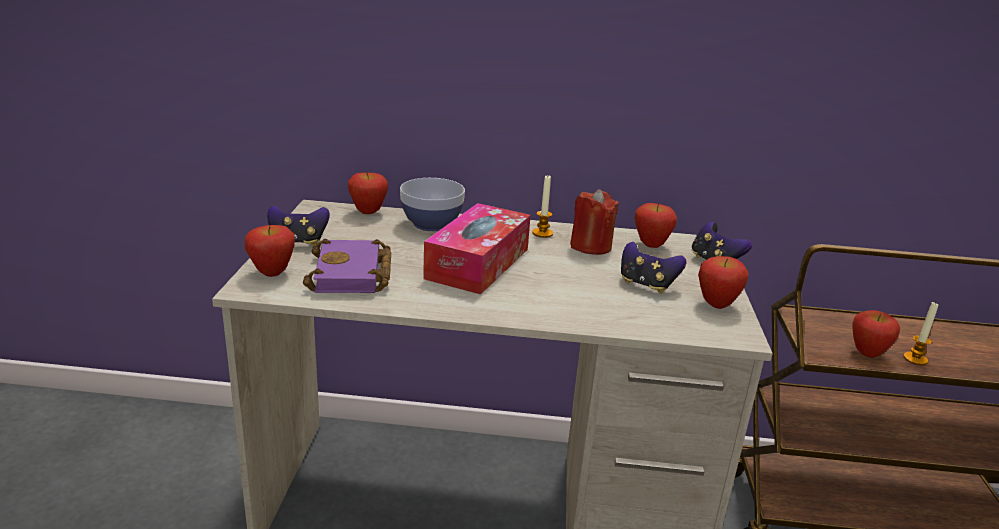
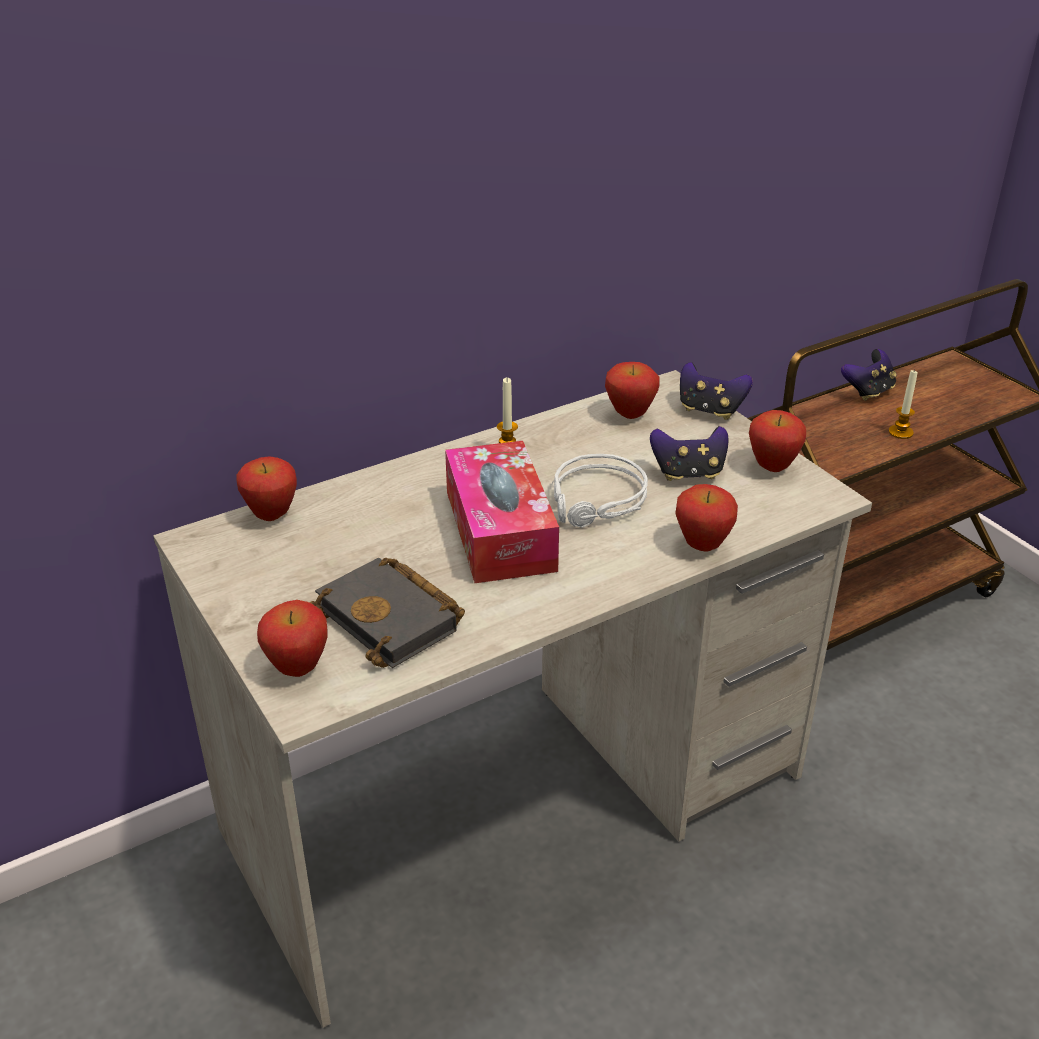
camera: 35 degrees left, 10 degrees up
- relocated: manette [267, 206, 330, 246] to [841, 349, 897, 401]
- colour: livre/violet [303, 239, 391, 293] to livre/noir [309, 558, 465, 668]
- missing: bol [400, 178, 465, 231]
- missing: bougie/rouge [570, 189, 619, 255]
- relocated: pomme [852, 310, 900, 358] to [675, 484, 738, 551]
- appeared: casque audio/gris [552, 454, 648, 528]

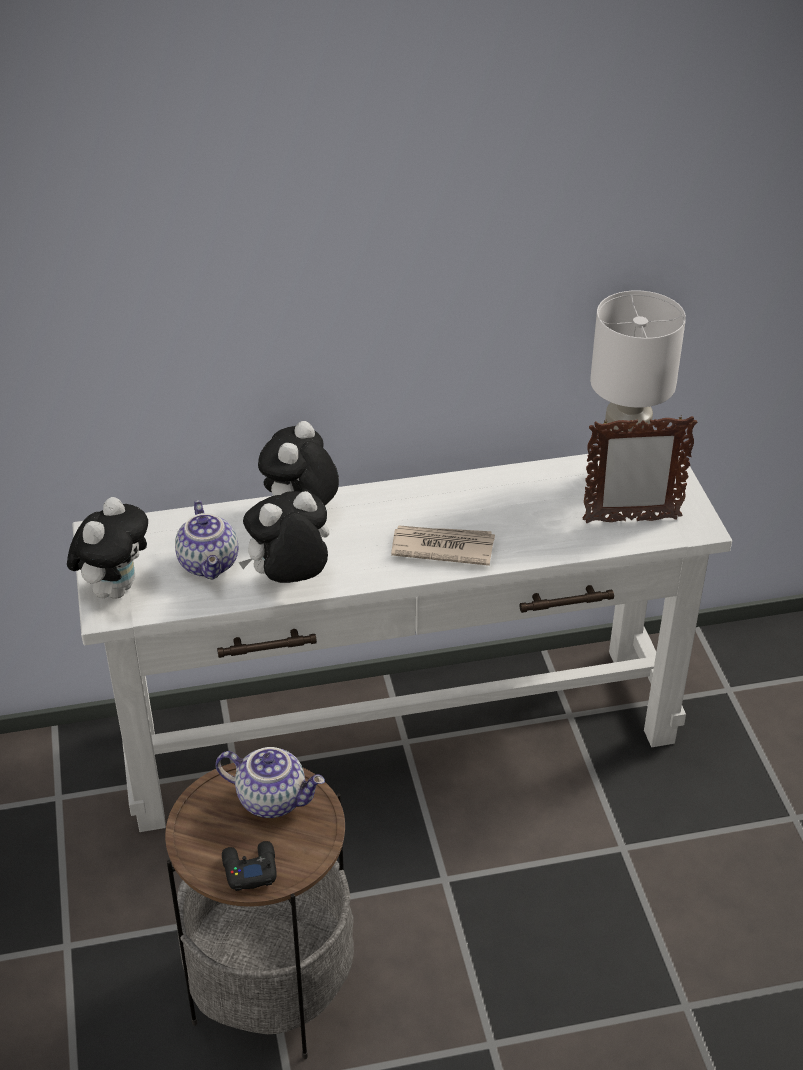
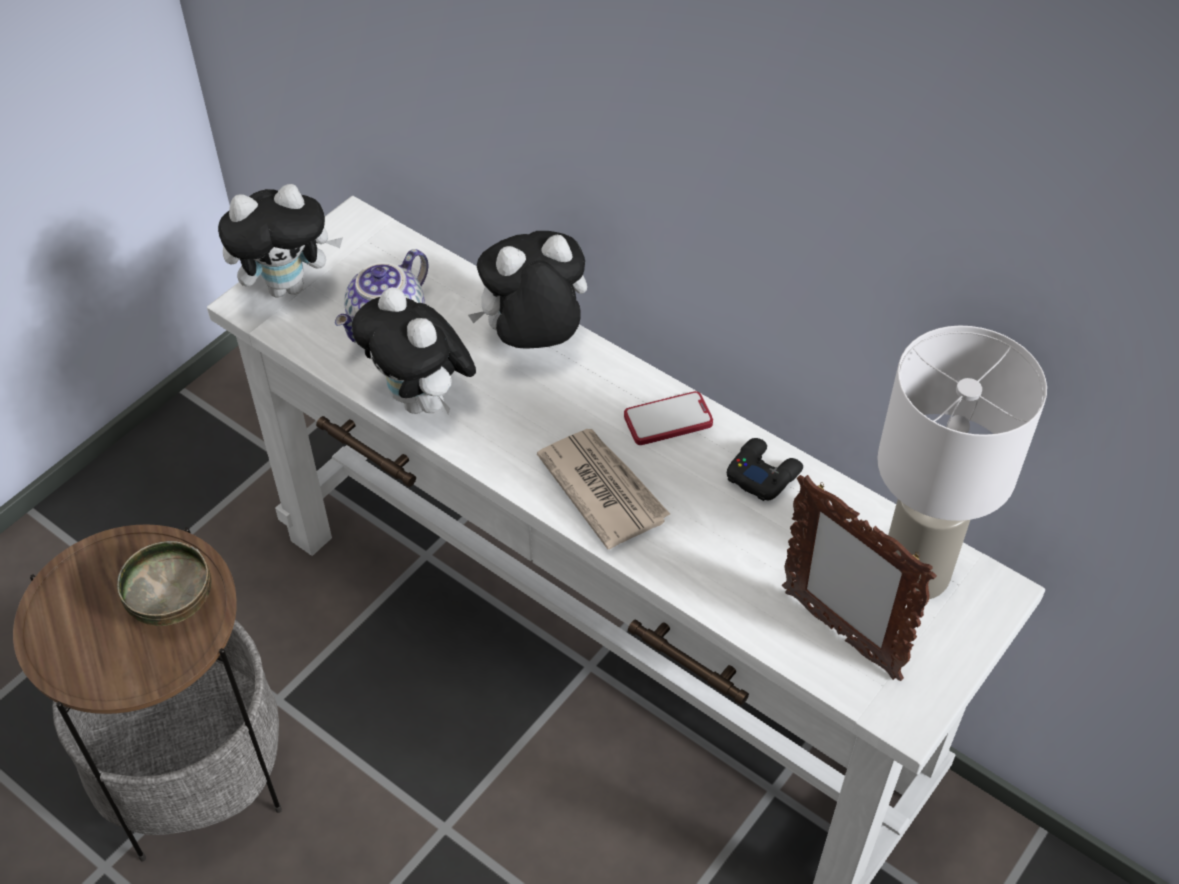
camera: 50 degrees right, 10 degrees up
- exchanged: théière [216, 747, 325, 818] to bol [117, 541, 212, 626]
- relocated: manette/noir [222, 841, 276, 891] to [727, 438, 803, 501]
- spun: peluche [239, 491, 329, 583] = [352, 287, 476, 414] 150 degrees counterclockwise
- appeared: téléphone [624, 391, 713, 445]

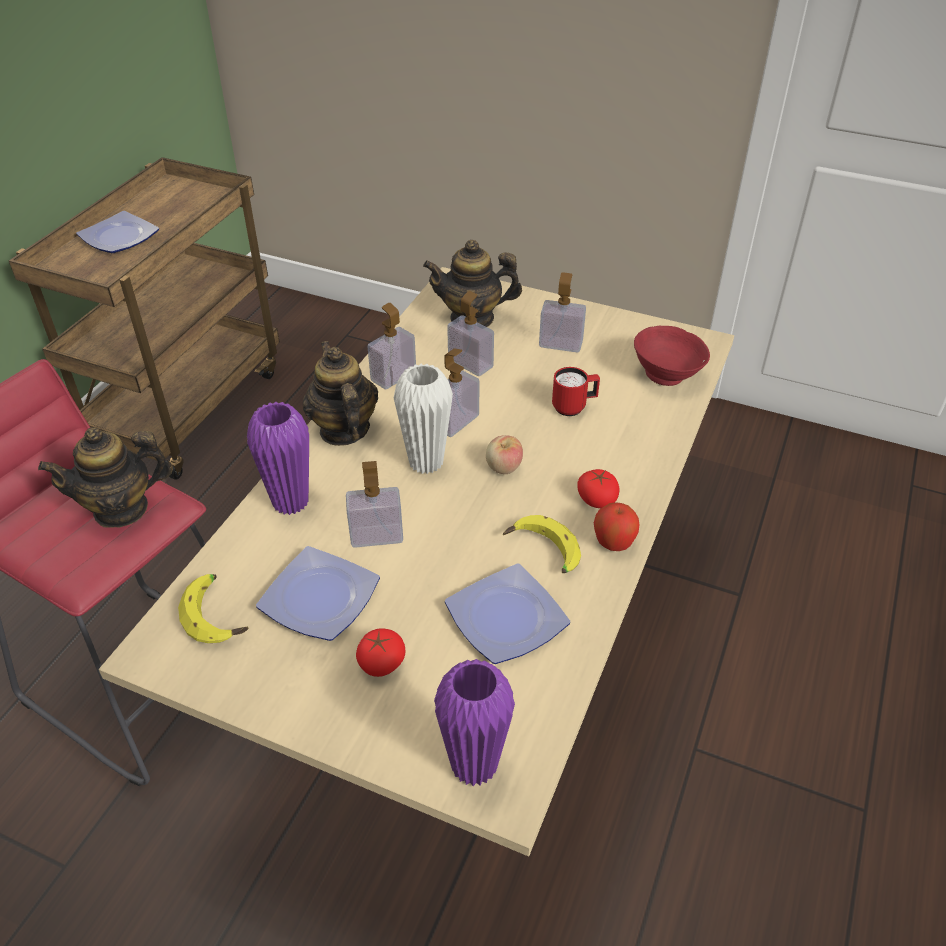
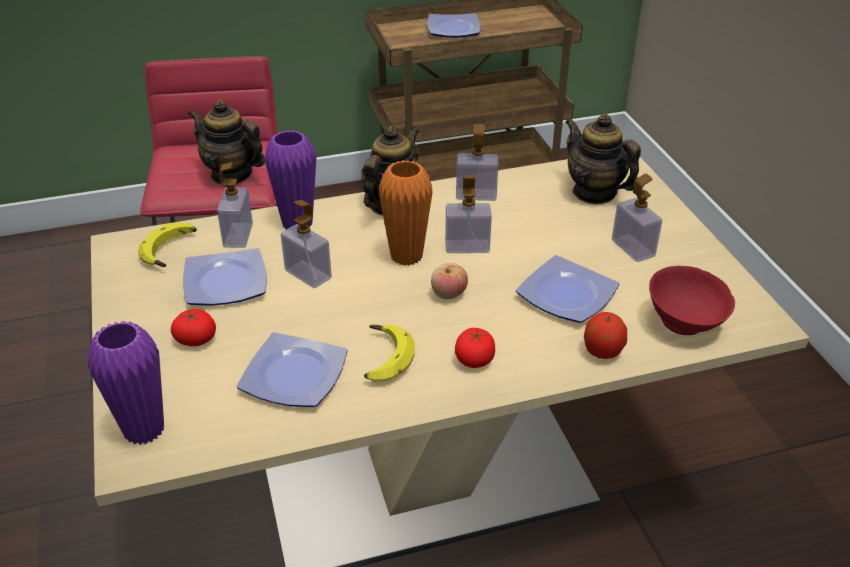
camera: 50 degrees right, 5 degrees down
- colour: vase/blanc [394, 364, 453, 474] to vase/orange [379, 160, 433, 266]
- relocated: distributeur de savon [447, 291, 494, 376] to [217, 162, 253, 248]
- exchanged: mug/rouge [552, 367, 600, 416] to assiette [516, 255, 620, 323]
- relocated: pomme [594, 502, 639, 551] to [584, 312, 627, 359]

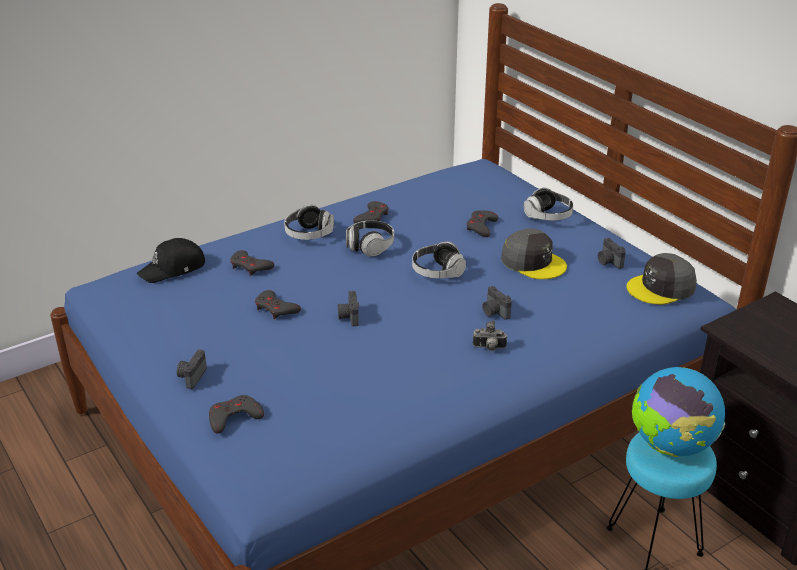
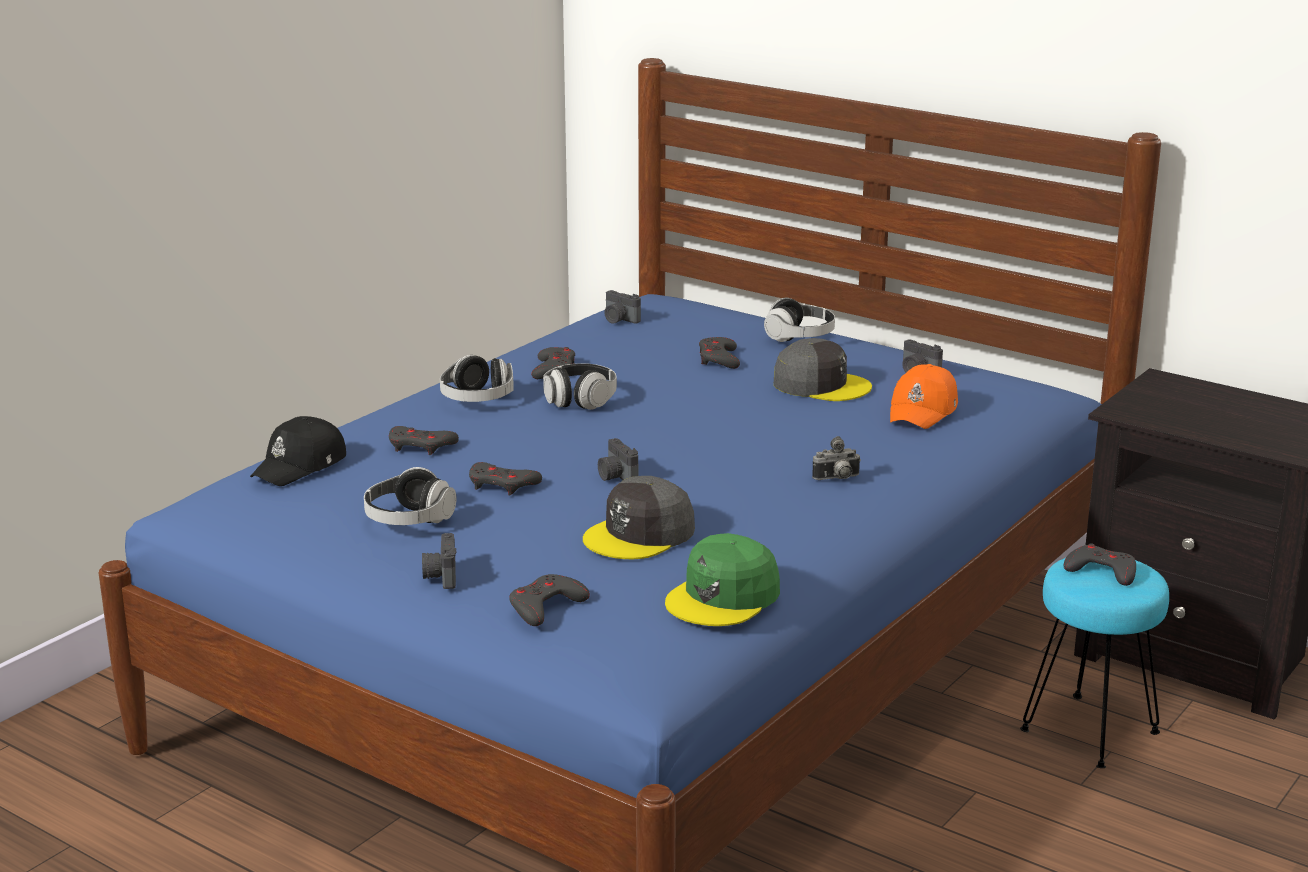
camera: 20 degrees left, 10 degrees down
- relocated: casque audio [412, 242, 466, 278] to [364, 467, 457, 525]
- relocated: appareil photo [482, 286, 512, 320] to [604, 290, 641, 324]
- relocated: casquette/gris [626, 253, 697, 305] to [583, 476, 695, 559]
- exchanged: globe [632, 367, 725, 457] to manette/gris [1064, 543, 1136, 586]
- appeared: casquette/vert [665, 533, 780, 626]
- appeared: casquette/orange [890, 364, 958, 429]

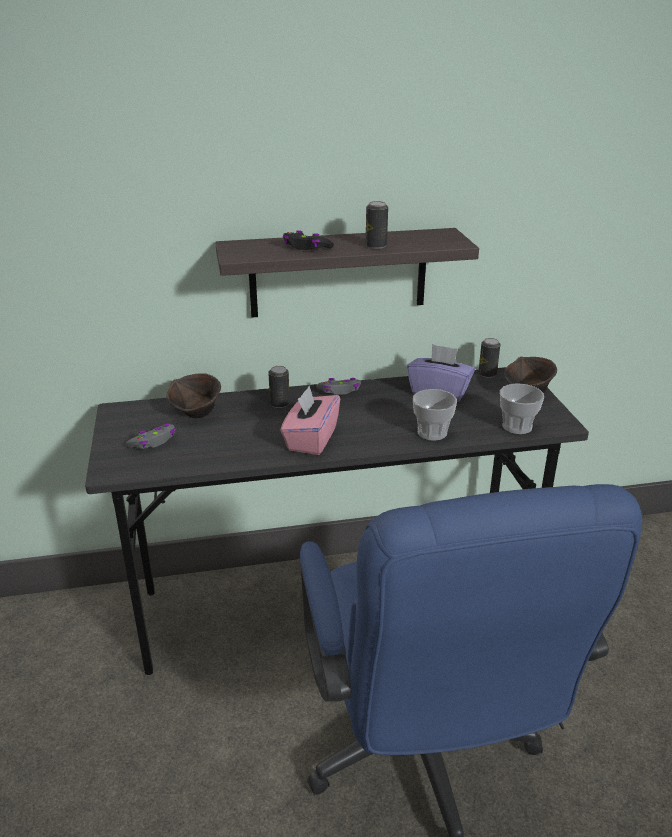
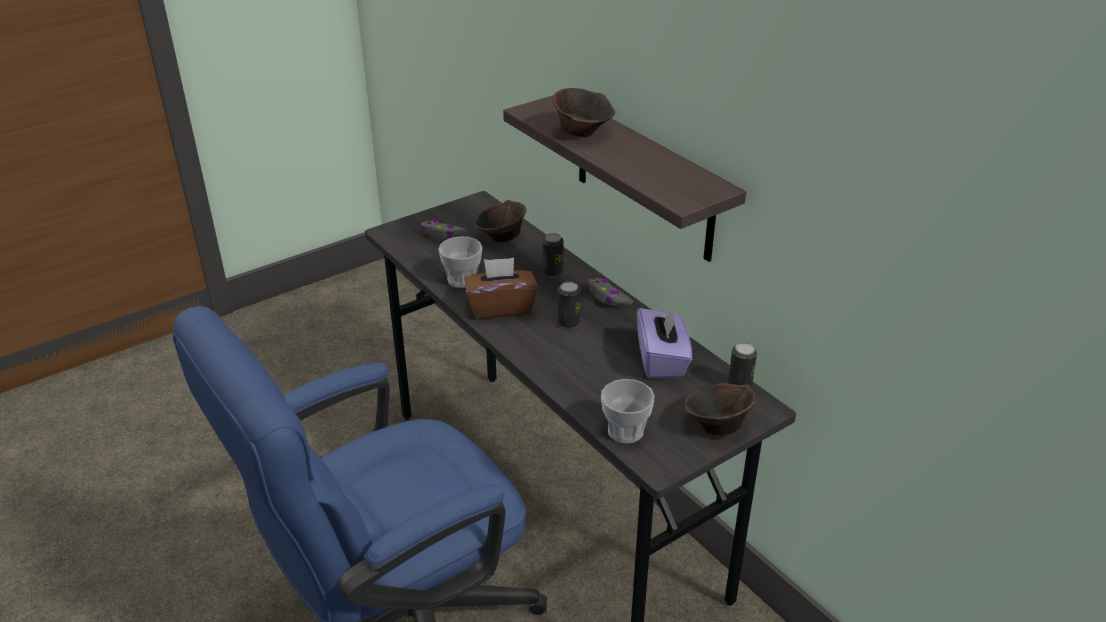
camera: 65 degrees right, 5 degrees up
- colour: boîte à mouchoirs/rose [280, 386, 340, 455] to boîte à mouchoirs/marron [464, 258, 538, 319]
- exchanged: manette/noir [283, 231, 334, 250] to bol/marron [552, 88, 615, 137]
- relocated: boîte métallique [366, 201, 388, 249] to [558, 282, 580, 328]
- relocated: tasse [413, 389, 457, 441] to [438, 236, 482, 288]

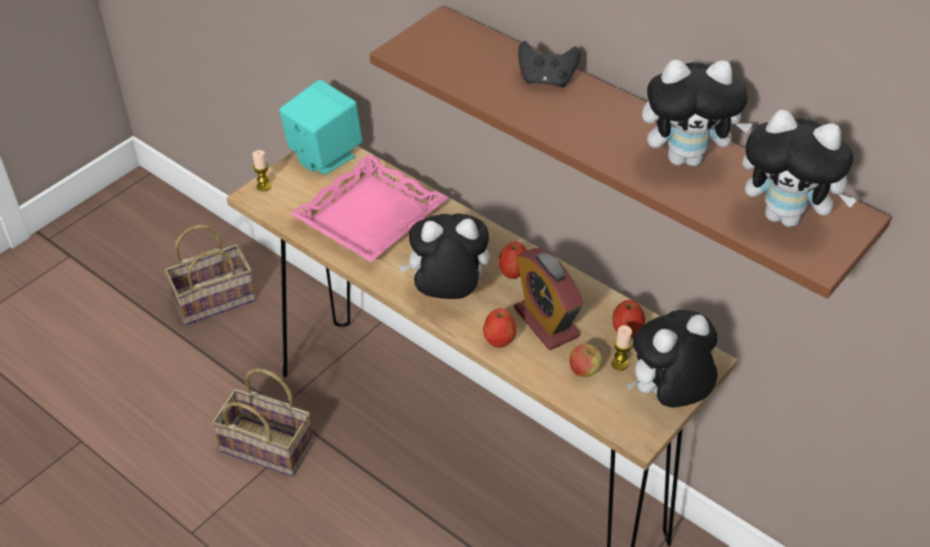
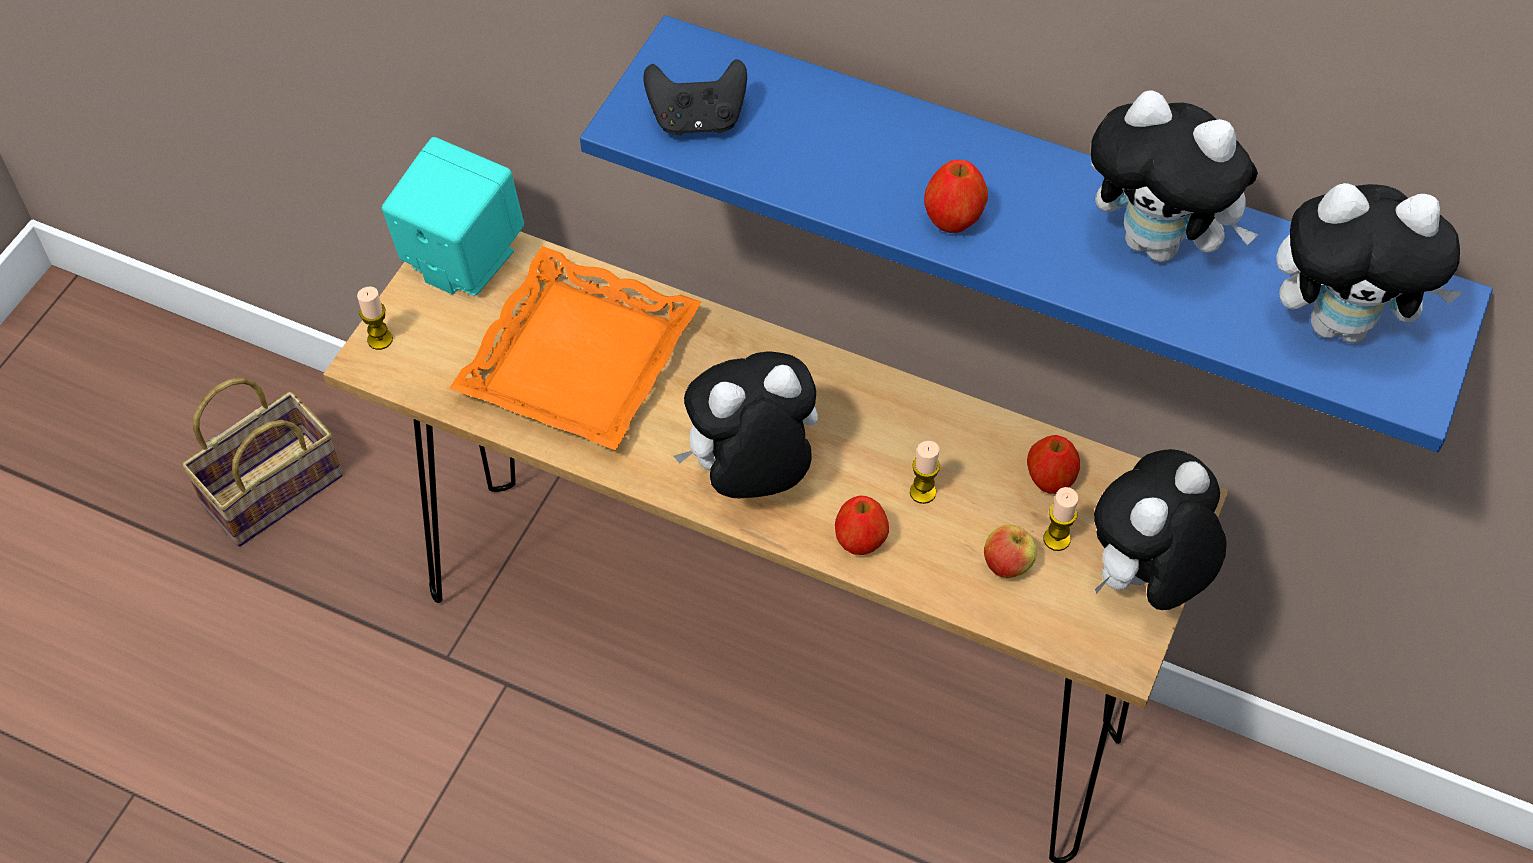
camera: 15 degrees left, 10 degrees up
- missing: panier [211, 368, 313, 477]
- colour: plateau/rose [290, 154, 449, 262] to plateau/orange [449, 246, 701, 450]
- colour: étagère/marron [370, 6, 891, 299] to étagère/bleu [580, 15, 1493, 452]
- relocated: pomme [498, 242, 527, 279] to [924, 160, 988, 233]
- exchanged: réveil [514, 248, 583, 350] to bougie [910, 441, 940, 504]
- relocated: manette/noir [518, 41, 580, 88] to [643, 59, 747, 135]
- spun: peluche [642, 60, 753, 167] = [1091, 91, 1258, 262] 45 degrees clockwise

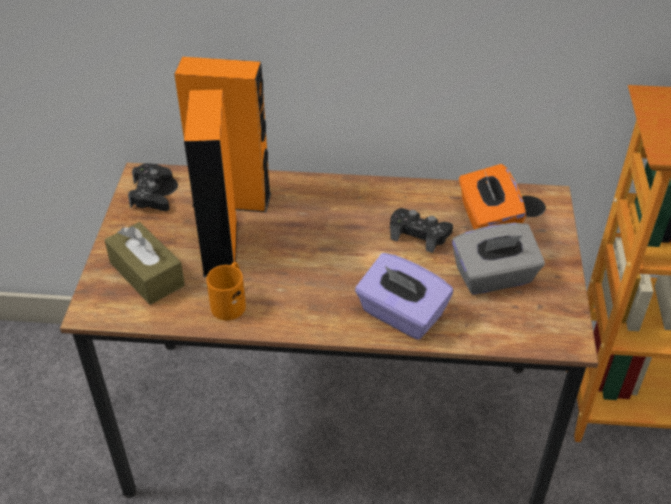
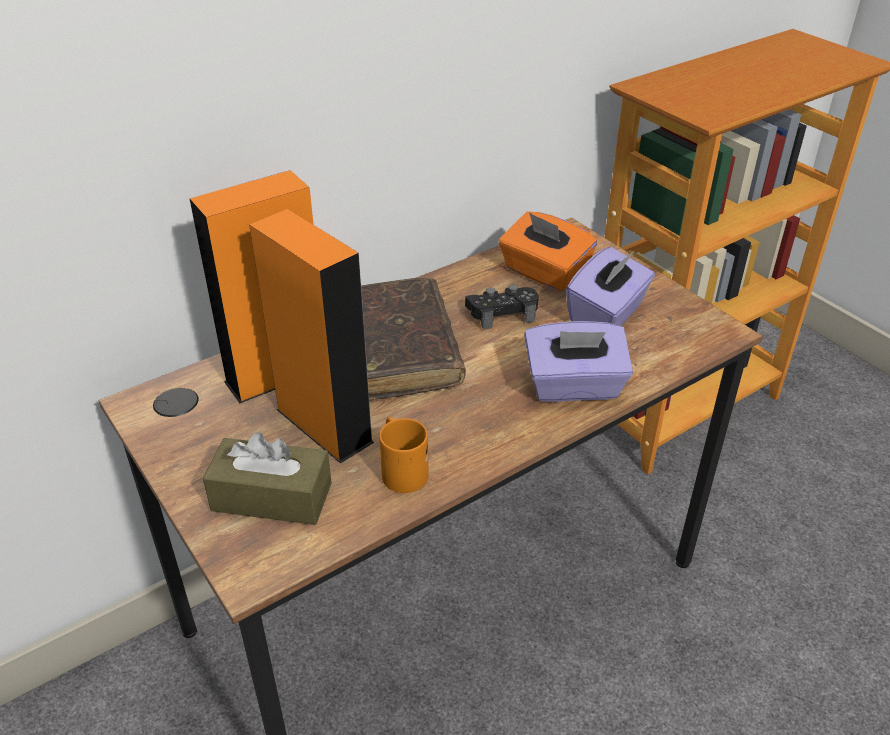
camera: 40 degrees left, 5 degrees down
- missing: manette/noir [128, 163, 173, 211]
- colour: boîte à mouchoirs/gris [452, 223, 545, 294] to boîte à mouchoirs/violet [566, 247, 655, 326]
- appeared: livre/marron [361, 278, 466, 400]

